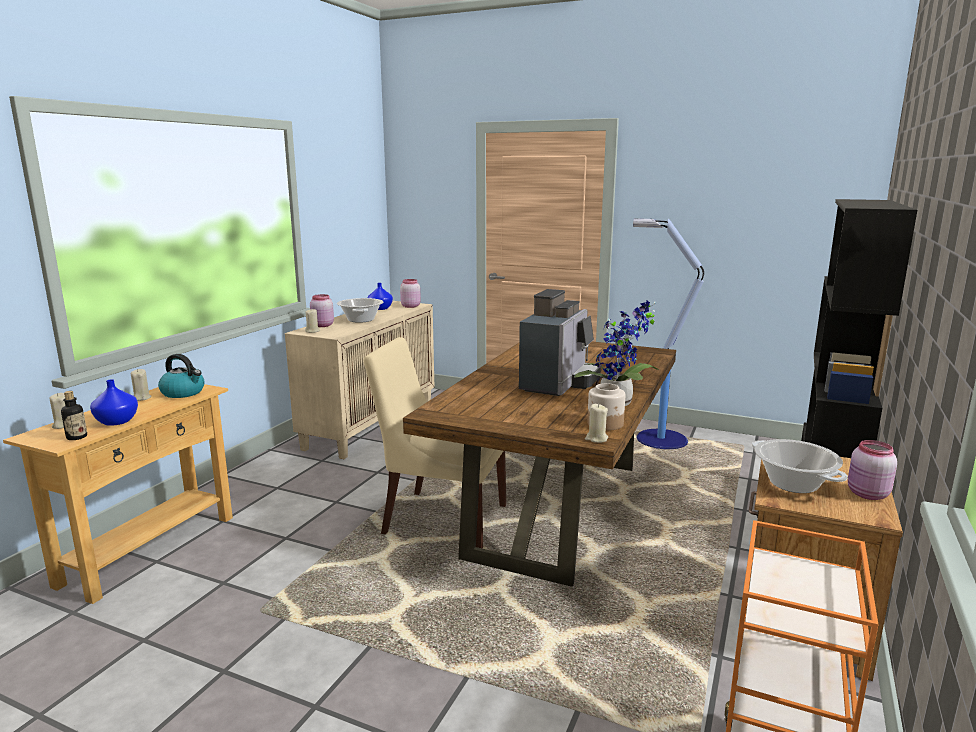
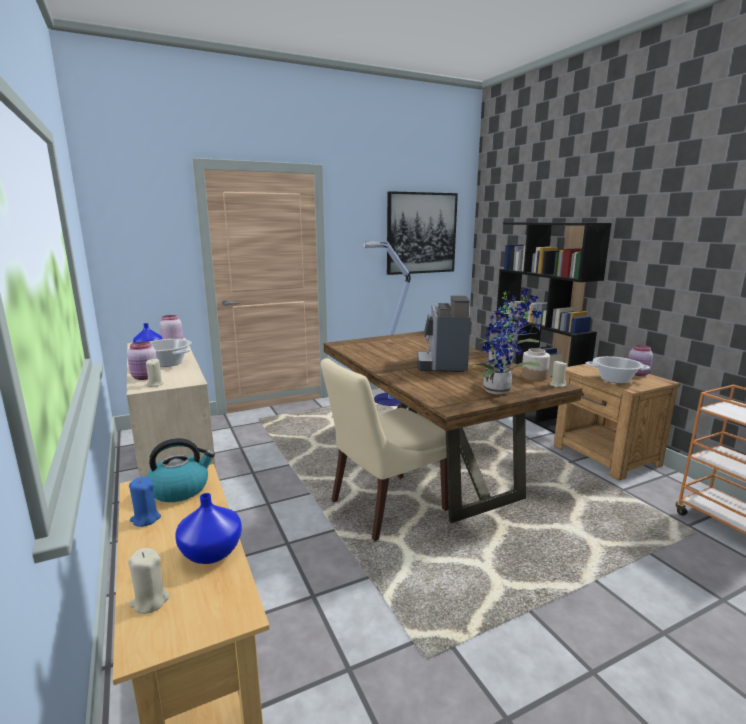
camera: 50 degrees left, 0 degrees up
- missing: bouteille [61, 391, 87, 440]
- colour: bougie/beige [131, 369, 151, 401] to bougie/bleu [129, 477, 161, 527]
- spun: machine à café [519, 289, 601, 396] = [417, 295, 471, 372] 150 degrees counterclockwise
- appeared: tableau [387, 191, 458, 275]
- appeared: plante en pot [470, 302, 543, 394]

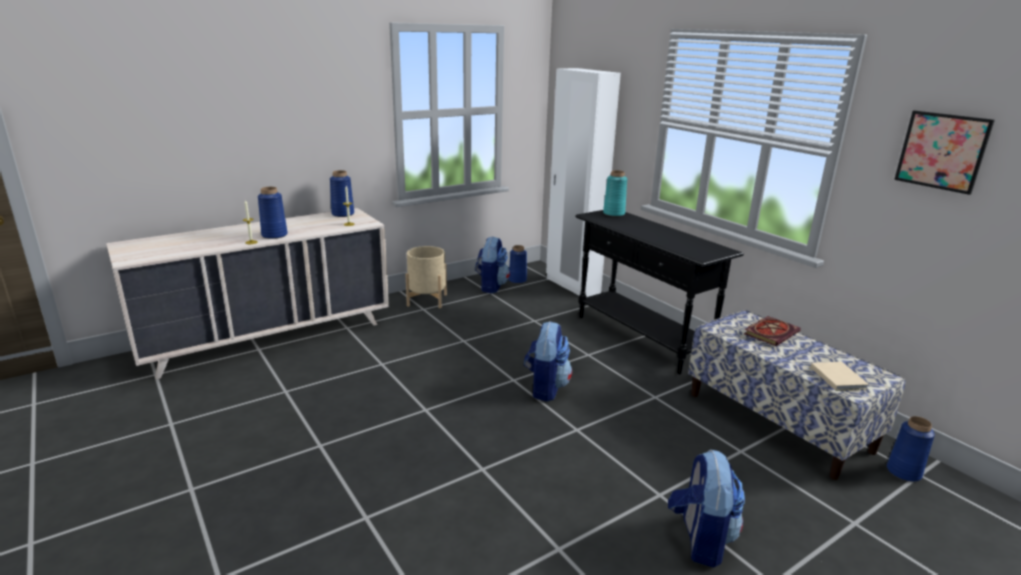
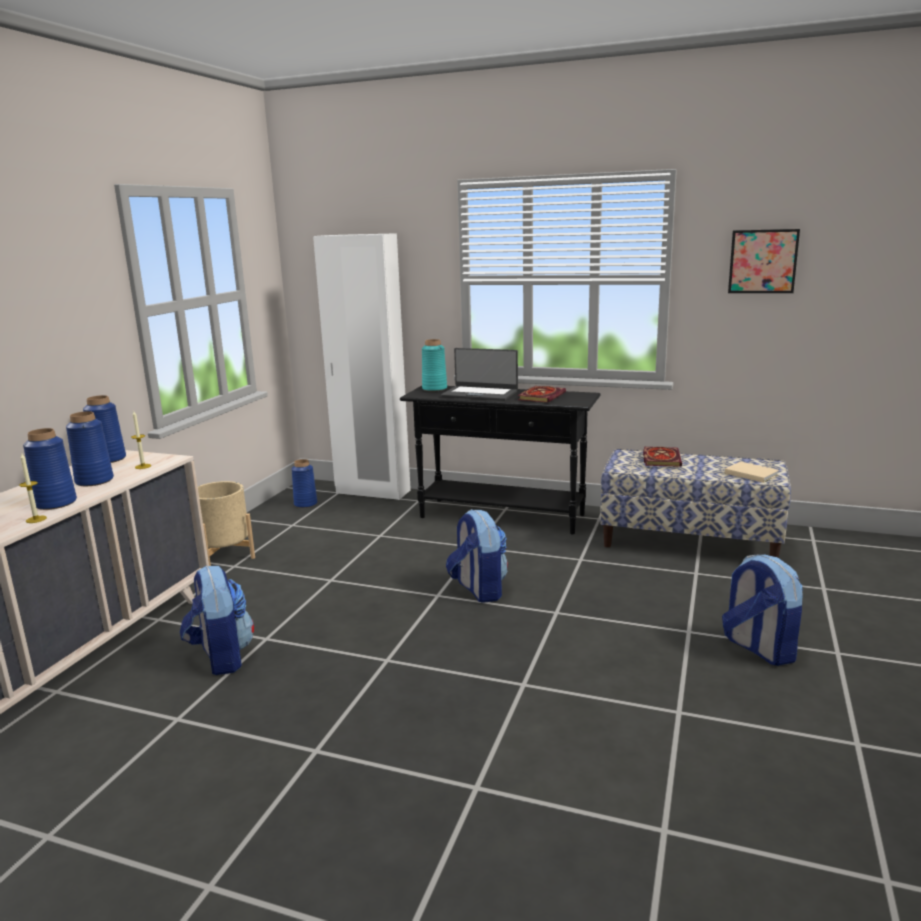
camera: 35 degrees left, 5 degrees down
- relocated: sac à dos [475, 236, 510, 293] to [180, 565, 254, 675]
- relocated: vase/bleu [887, 416, 935, 482] to [66, 411, 114, 486]
- appeared: ordinateur portable [441, 348, 518, 401]
- appeared: livre [518, 386, 566, 403]

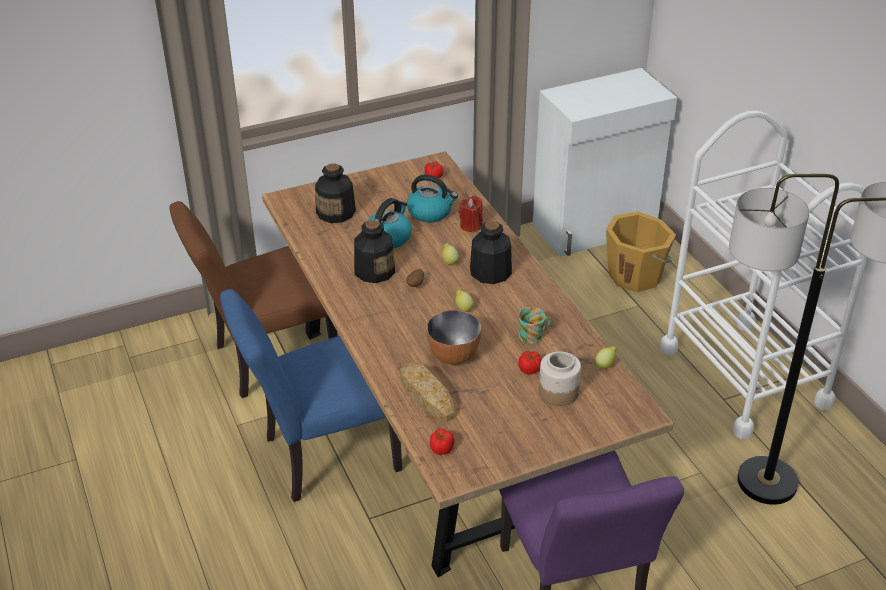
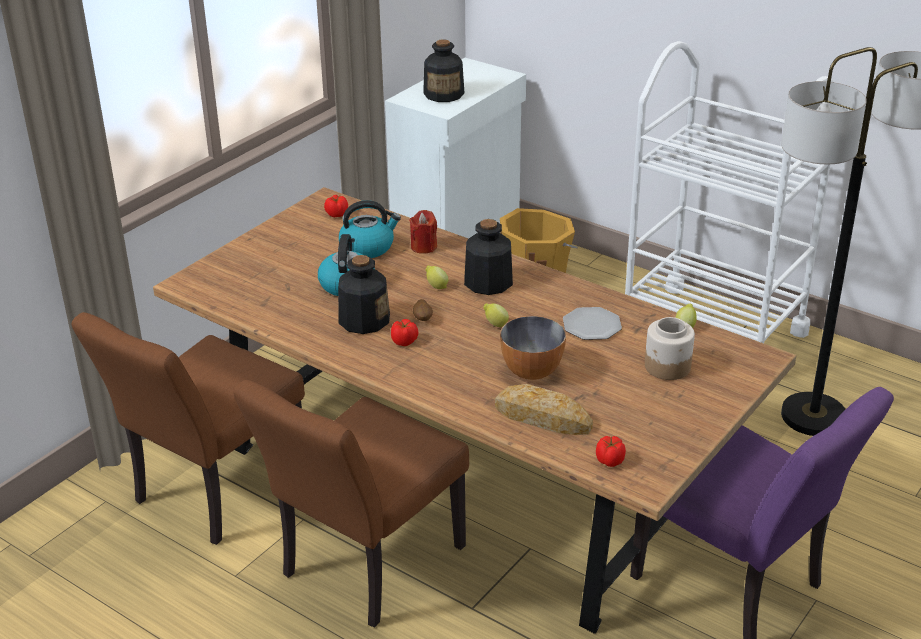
camera: 30 degrees left, 5 degrees down
- colour: chaise/bleu [220, 289, 402, 502] to chaise/marron [233, 380, 469, 628]
- relocated: bouteille [315, 163, 356, 223] to [423, 39, 464, 102]
- exchanged: mug [518, 307, 551, 344] to assiette [563, 307, 622, 340]
- relocated: tomate [518, 351, 542, 374] to [391, 319, 418, 346]

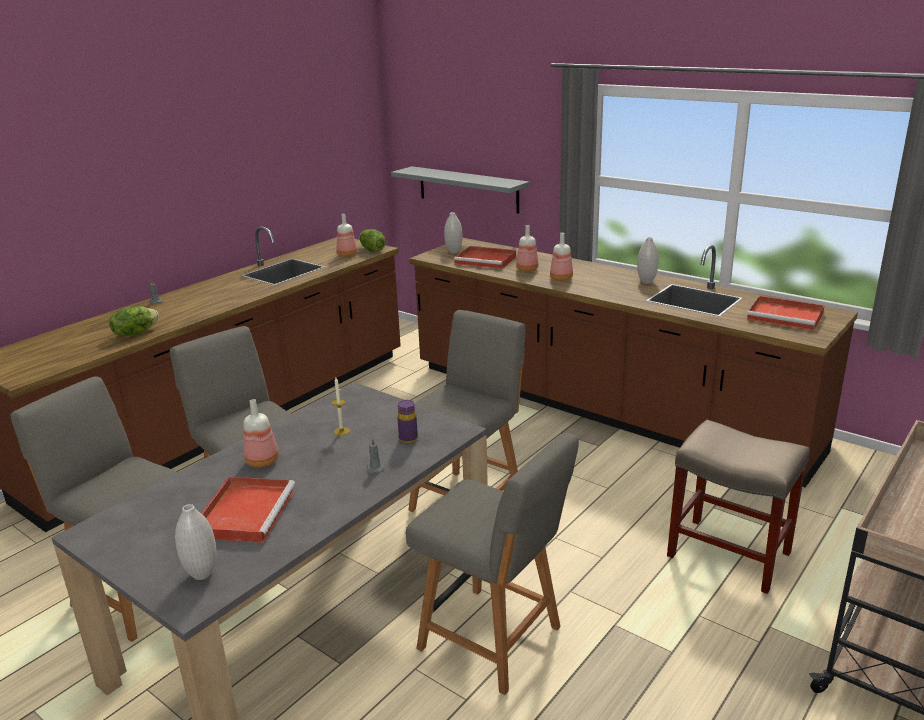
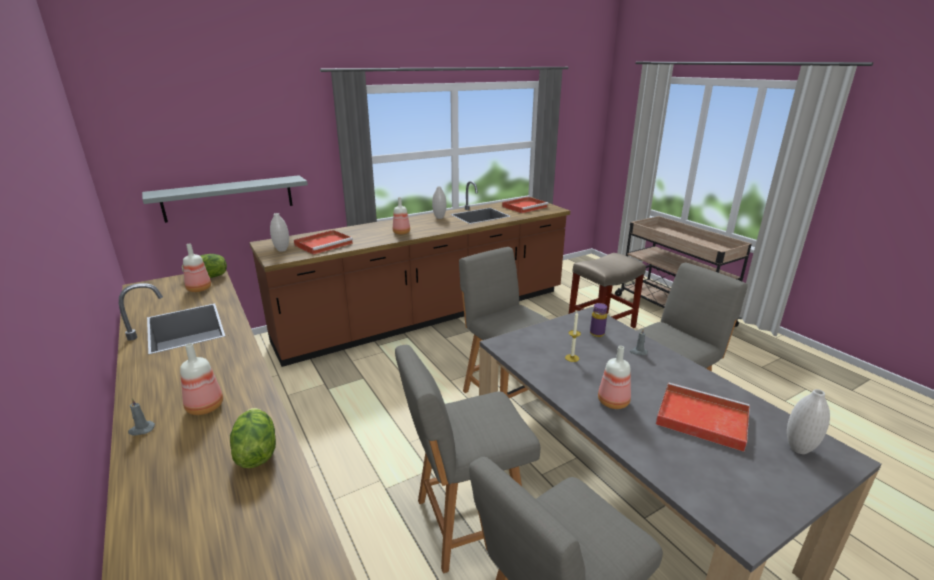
camera: 70 degrees left, 0 degrees up
- relocated: bouteille [516, 225, 538, 272] to [180, 343, 223, 415]

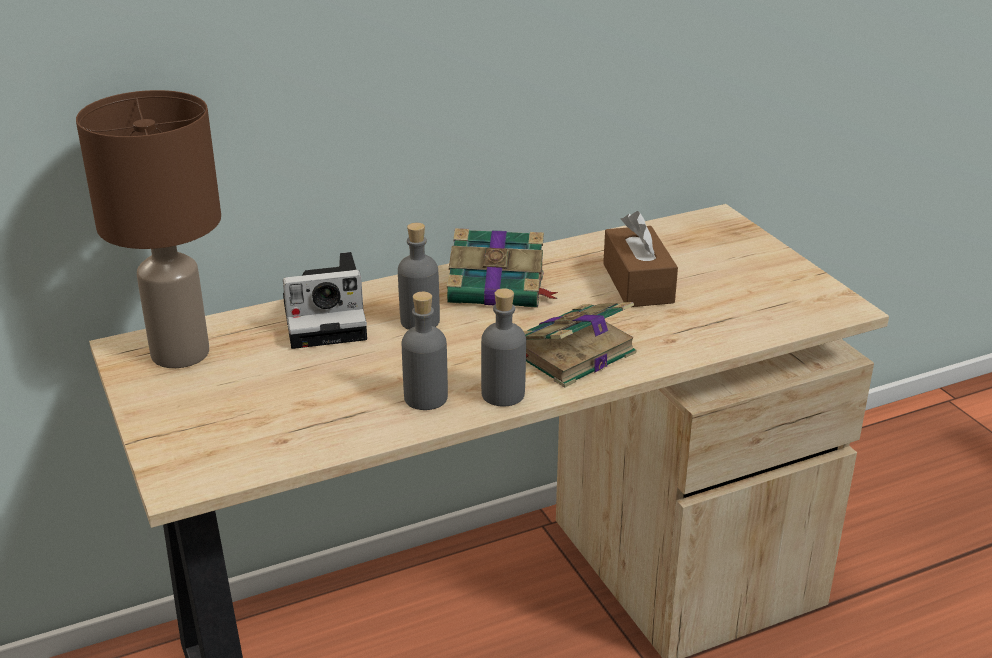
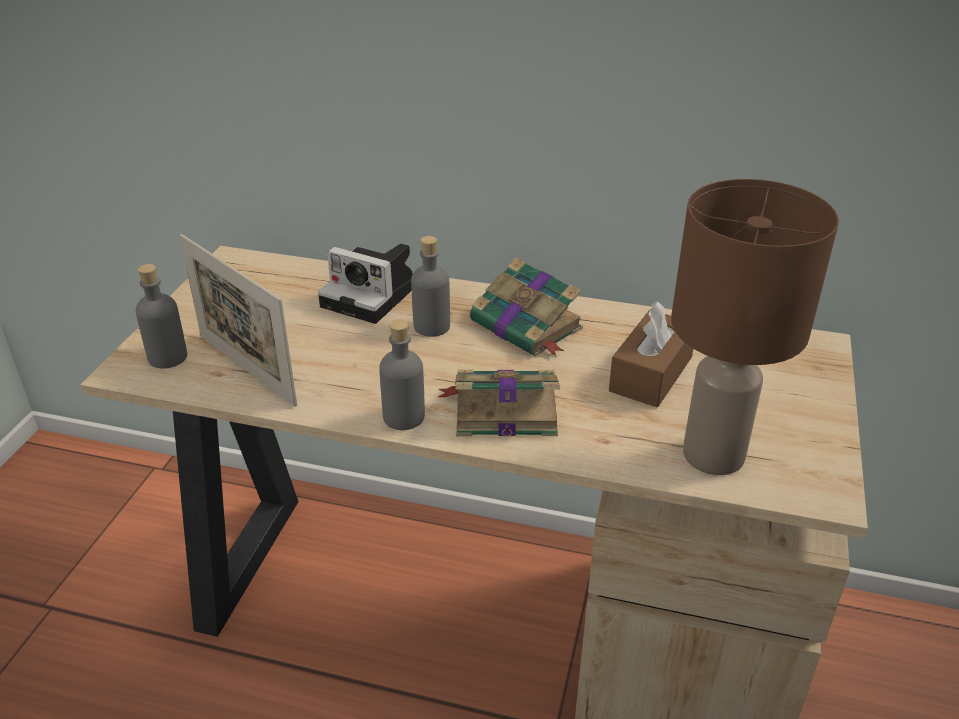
camera: 40 degrees right, 5 degrees up
- relocated: lampe de table/marron [76, 90, 221, 368] to [671, 179, 839, 475]
- relocated: bouteille/gris [402, 292, 448, 410] to [136, 264, 187, 368]
- appeared: cadre photo [179, 234, 297, 407]

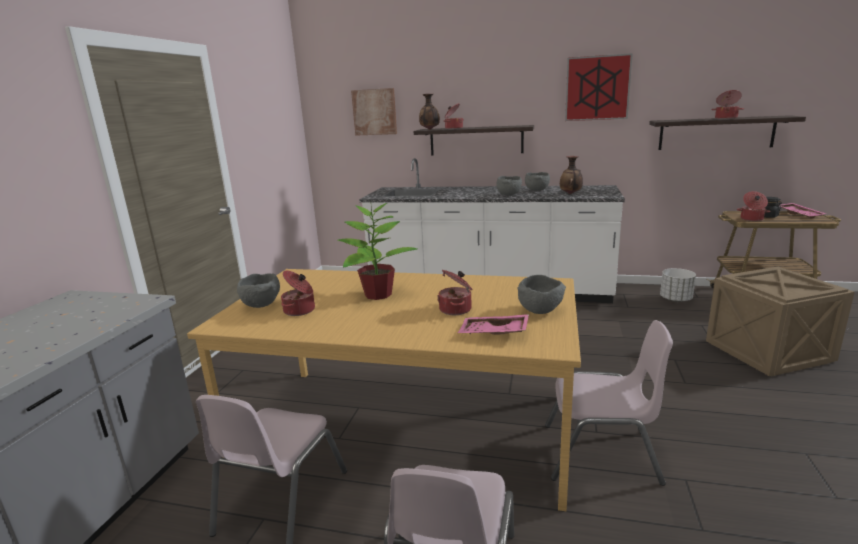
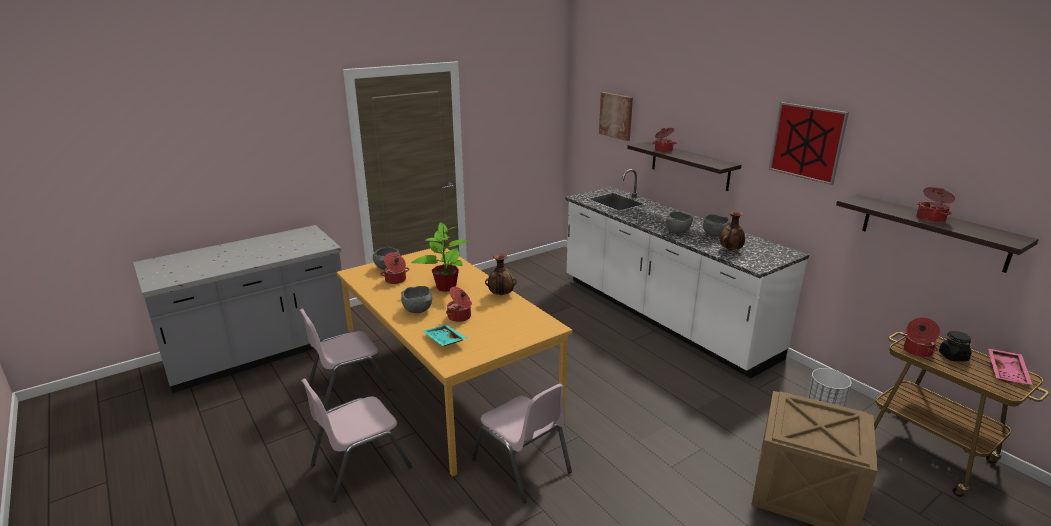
camera: 40 degrees right, 5 degrees up
- relocated: vase [419, 94, 440, 130] to [485, 254, 517, 295]
- colour: plateau/rose [458, 314, 529, 335] to plateau/turquoise [423, 324, 466, 346]
- relocated: bol/gris [517, 275, 566, 314] to [401, 286, 432, 313]

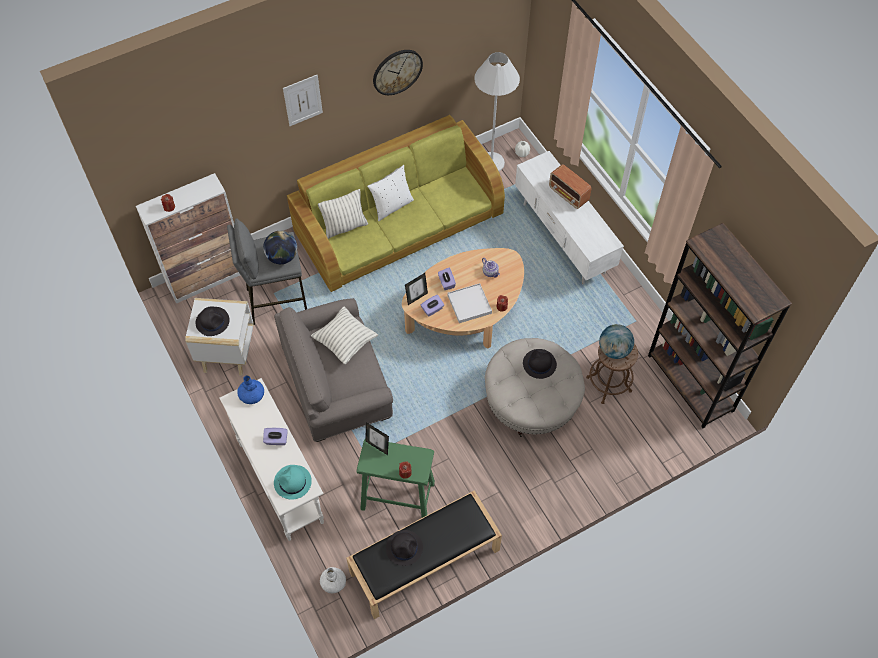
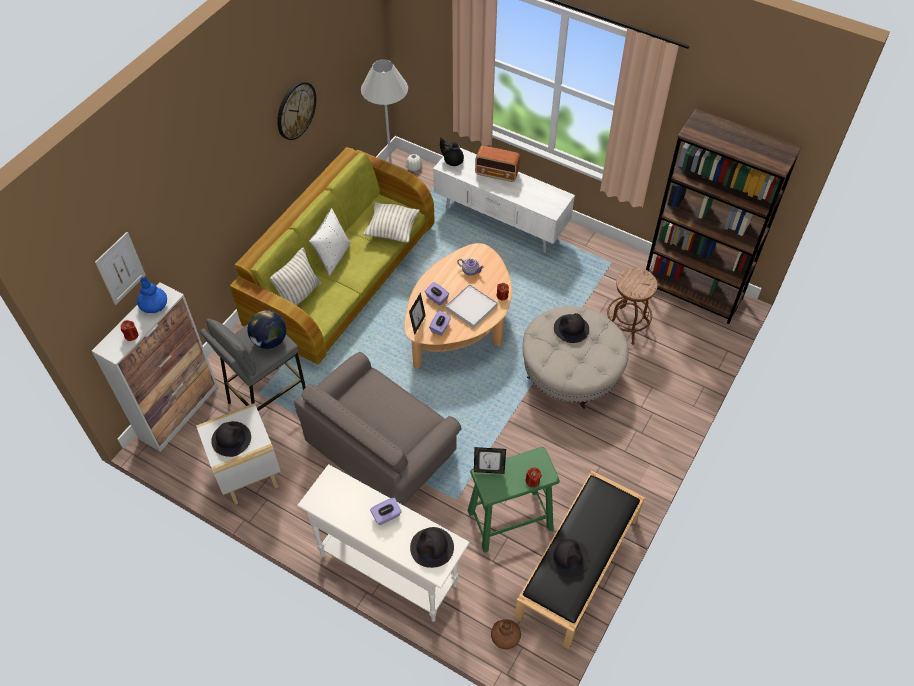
camera: 30 degrees left, 5 degrees down
- relocated: vase/bleu [237, 375, 264, 404] to [137, 277, 167, 313]
- colour: chapeau/turquoise [274, 465, 312, 500] to chapeau/noir [410, 527, 454, 568]
- relocated: tableau [283, 75, 323, 126] to [95, 232, 146, 305]
- relocated: coussin [311, 307, 378, 364] to [363, 202, 420, 243]
- colour: vase/blanc [320, 567, 346, 593] to vase/marron [491, 619, 521, 649]
- missing: globe [599, 324, 634, 359]
- appeared: théière/noir [440, 137, 464, 166]

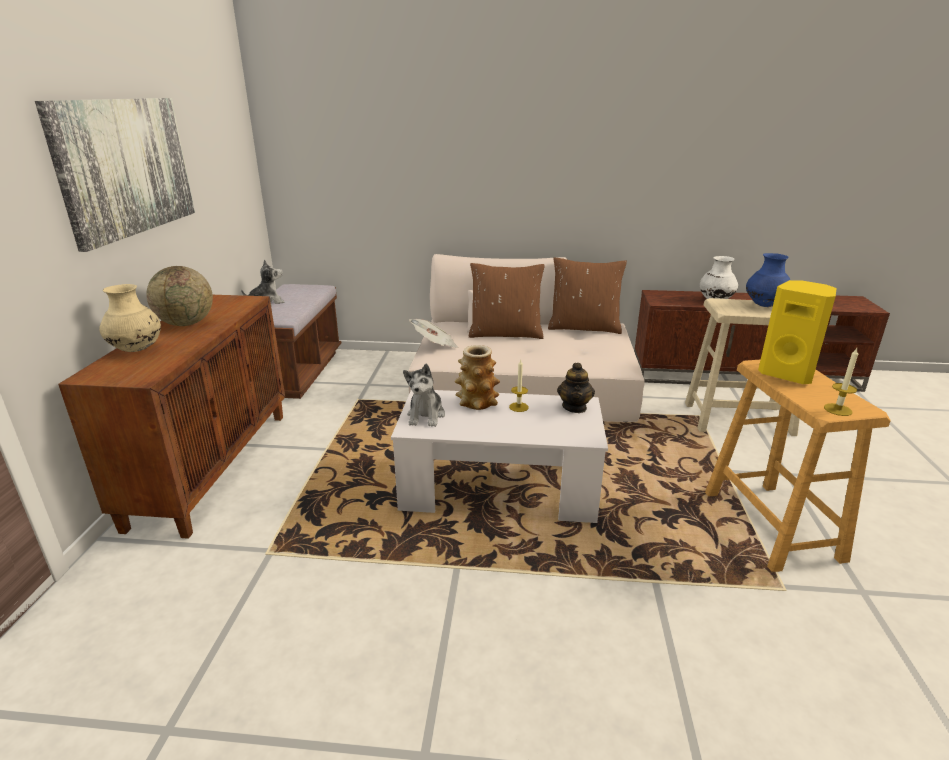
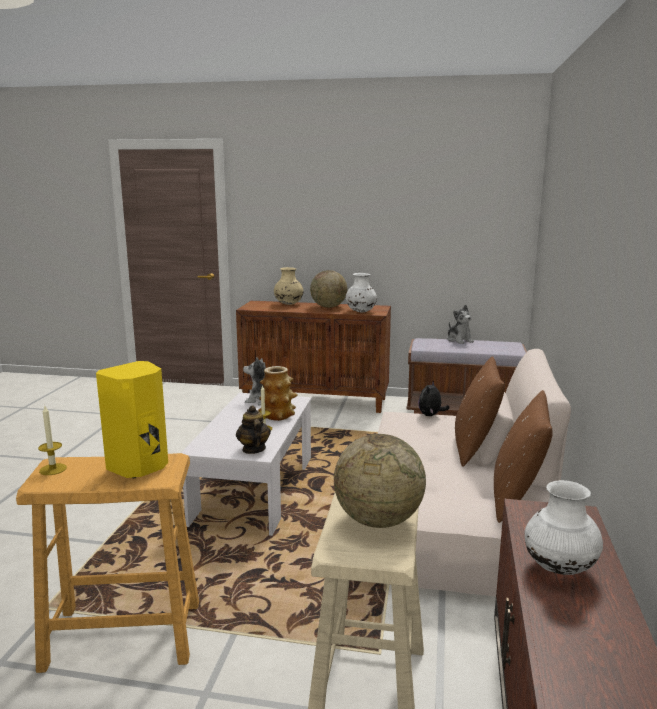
camera: 95 degrees right, 10 degrees down
- missing: tableau [35, 98, 195, 252]
- exchanged: journal [409, 319, 458, 348] to peluche [418, 381, 449, 416]
- spun: théière [557, 363, 595, 413] = [236, 405, 271, 454] 60 degrees clockwise
- exchanged: vase/bleu [746, 253, 790, 307] to globe [334, 434, 426, 528]
- appeared: vase/blanc [346, 273, 377, 312]

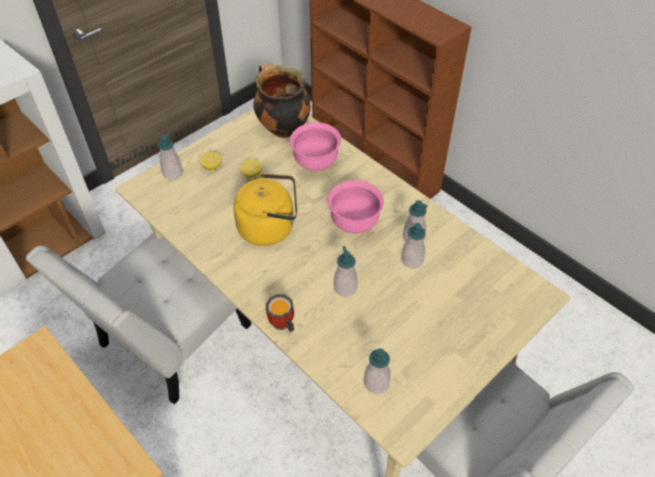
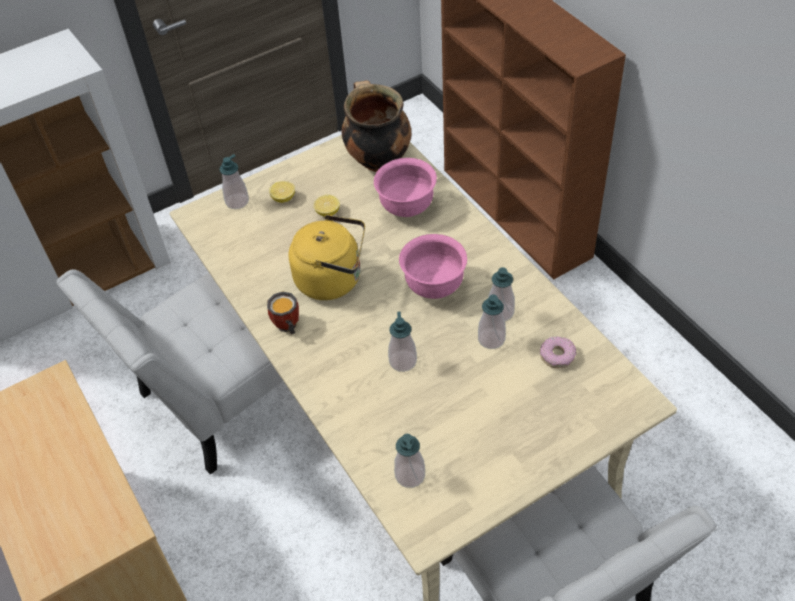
camera: 15 degrees right, 0 degrees up
- relocated: mug [266, 294, 294, 332] to [267, 291, 299, 334]
- appeared: beignet [540, 336, 576, 368]

